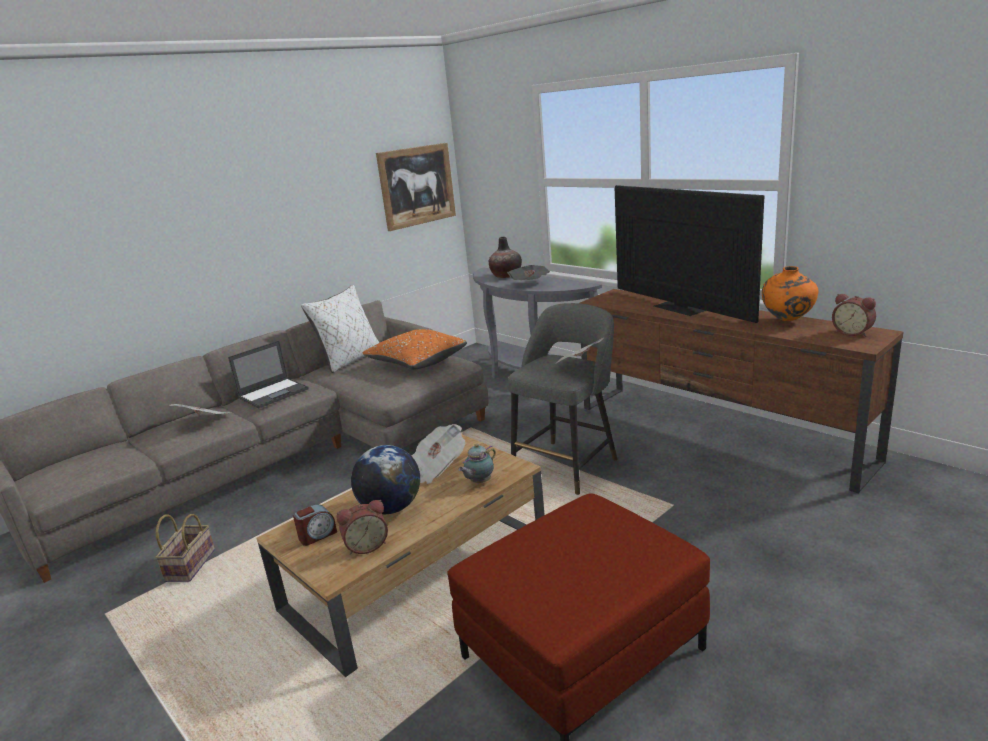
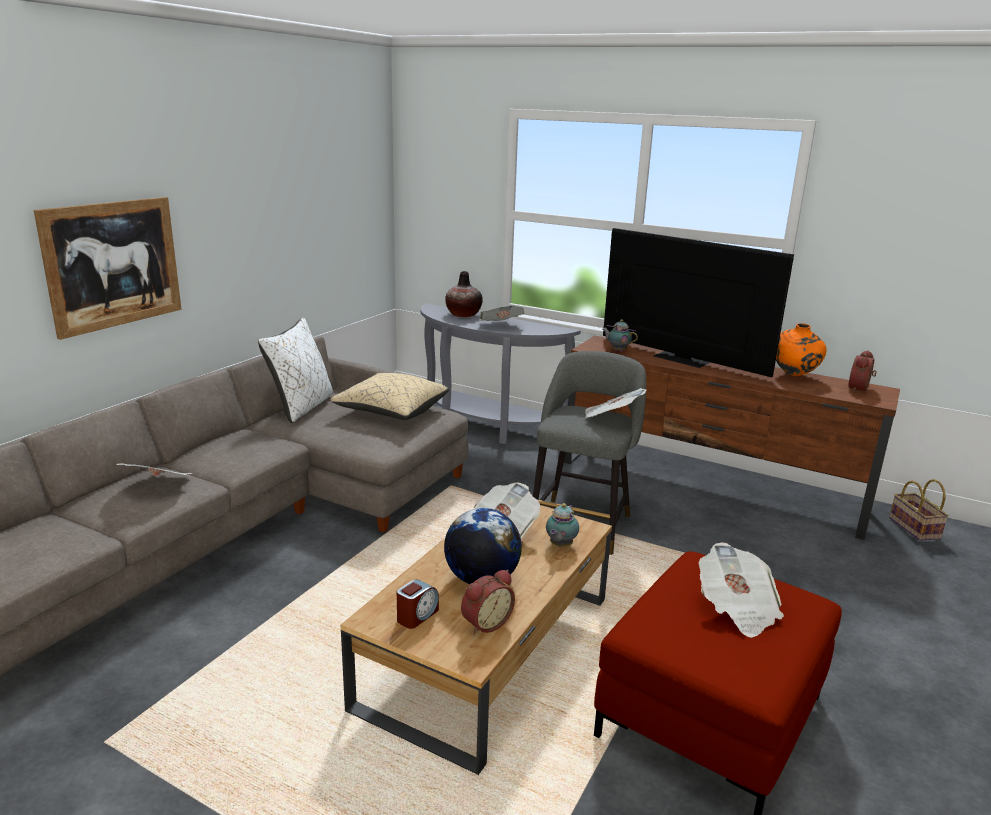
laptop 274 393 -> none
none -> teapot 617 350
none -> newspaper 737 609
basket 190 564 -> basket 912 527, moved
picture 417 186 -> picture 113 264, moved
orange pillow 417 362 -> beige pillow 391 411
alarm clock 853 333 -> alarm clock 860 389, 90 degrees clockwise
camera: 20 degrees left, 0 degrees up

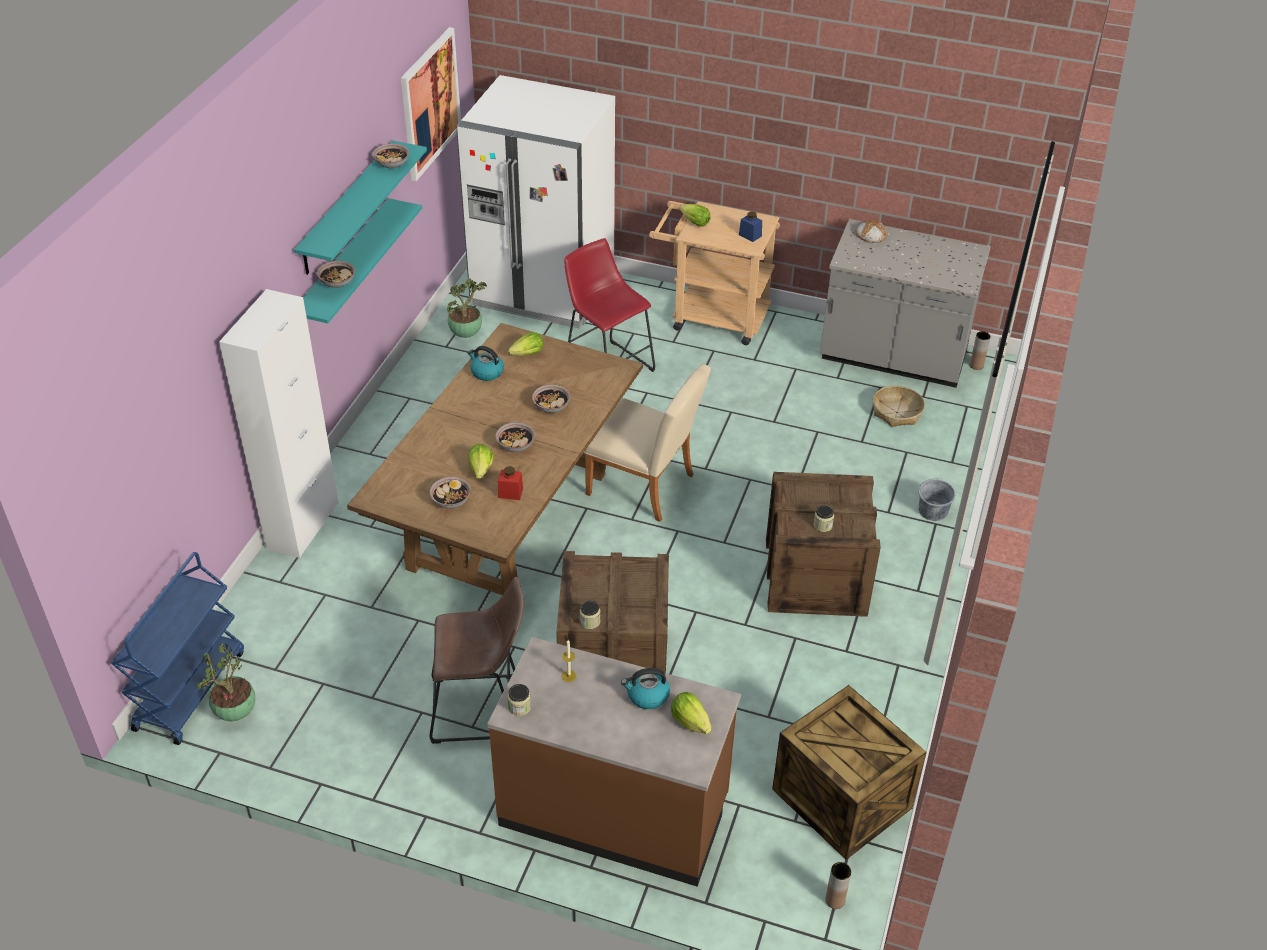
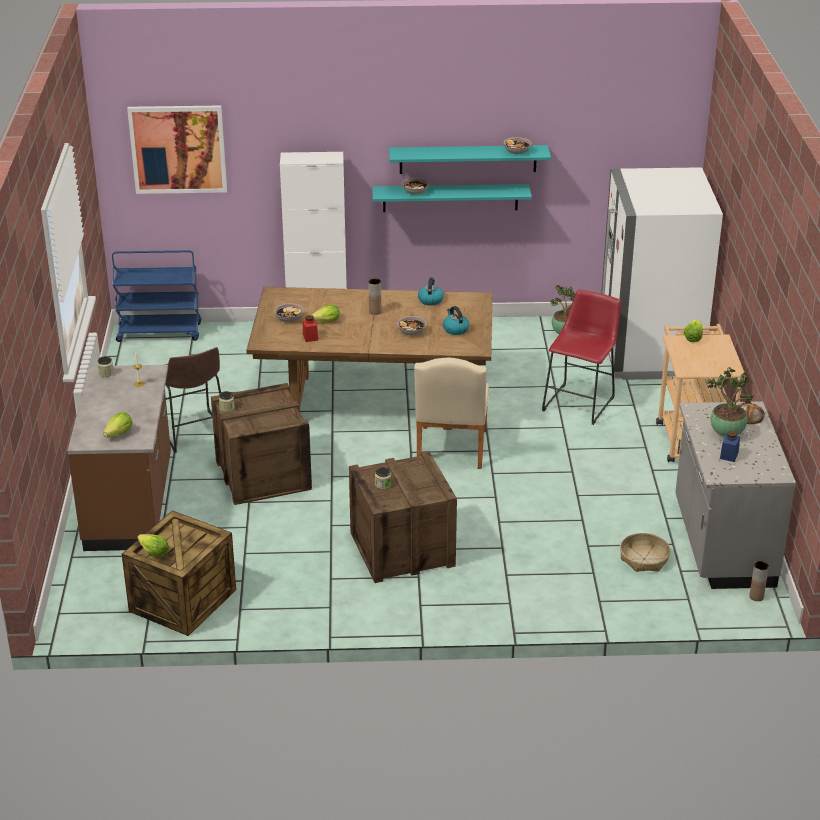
bowl 515 445 -> none
grey bucket 933 511 -> none
potted plant 235 713 -> potted plant 725 434, moved
picture 430 103 -> picture 178 149, moved
lettuce 527 354 -> lettuce 153 552, moved
kettle 647 696 -> kettle 455 329, moved
blue jar 750 235 -> blue jar 729 455, moved
brown vase 835 900 -> brown vase 375 311, moved
camera: 70 degrees right, 10 degrees down

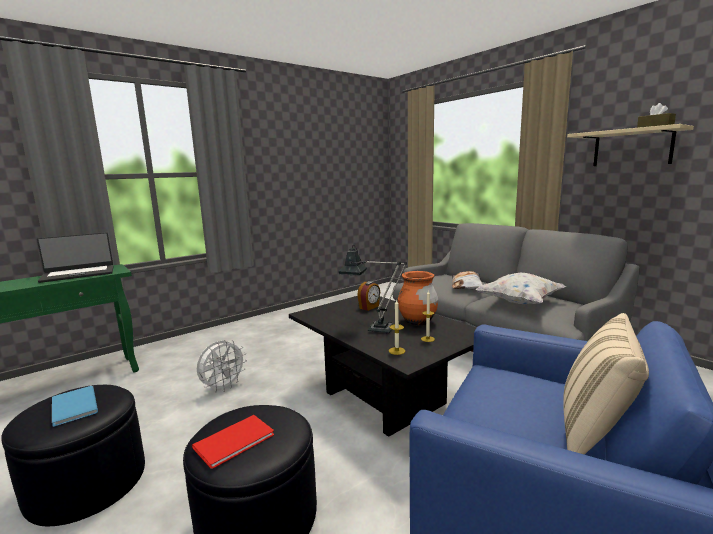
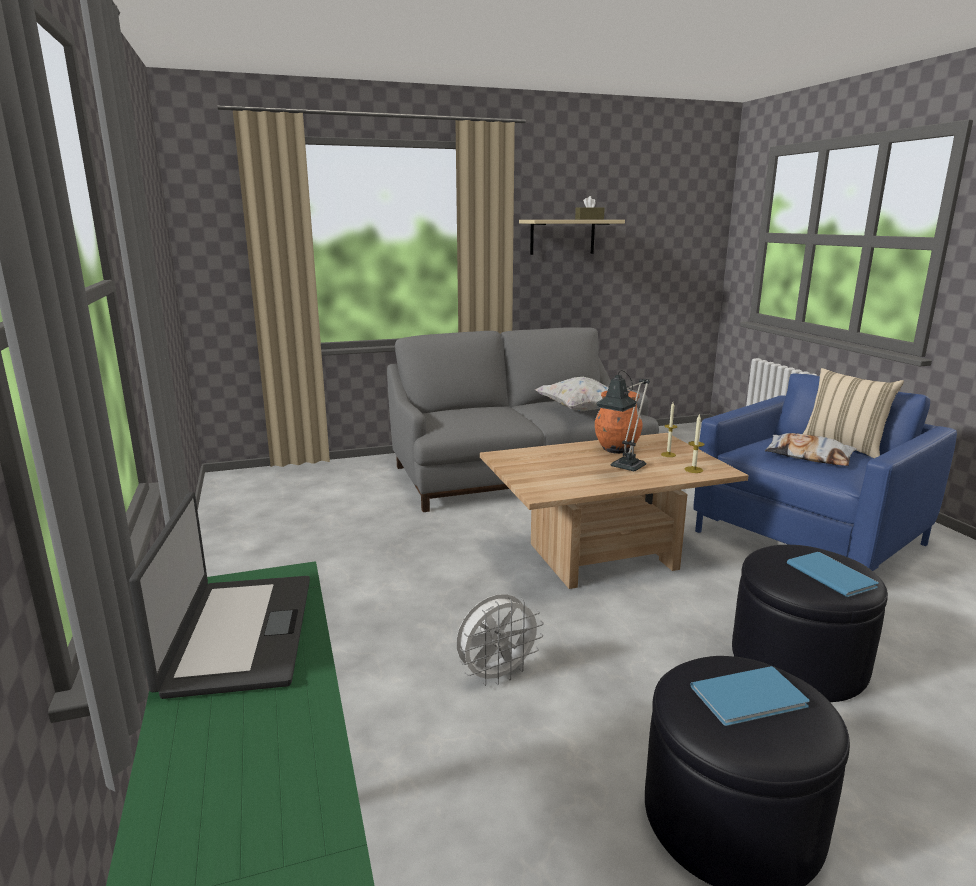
alarm clock 369 307 -> none
pillow 467 285 -> pillow 808 456, moved
red book 237 441 -> blue book 830 574
black coffee table 384 398 -> beige coffee table 602 556
white fan 223 387 -> white fan 497 675, 90 degrees clockwise
camera: 70 degrees left, 5 degrees up

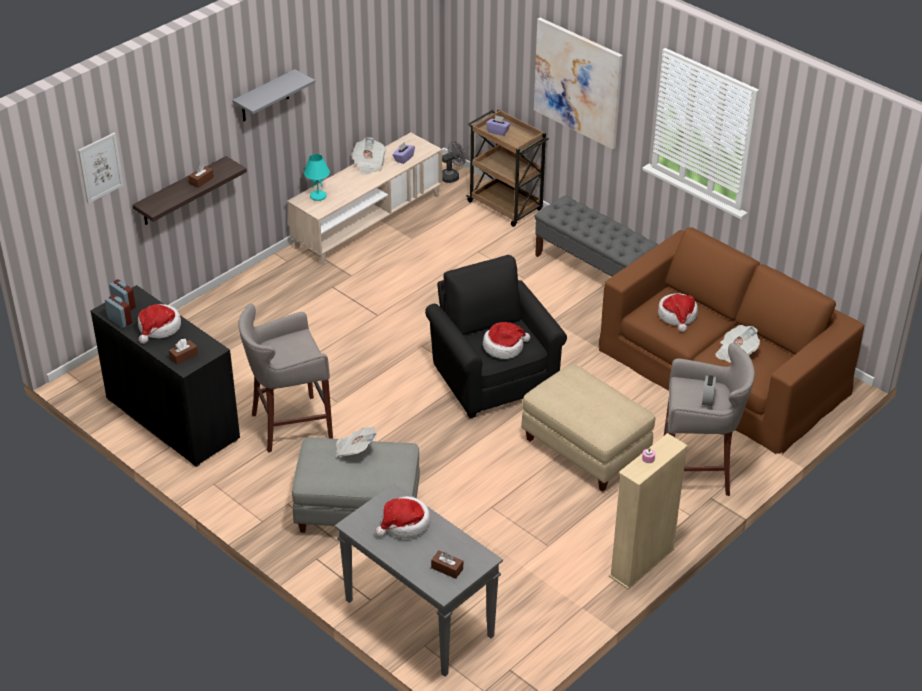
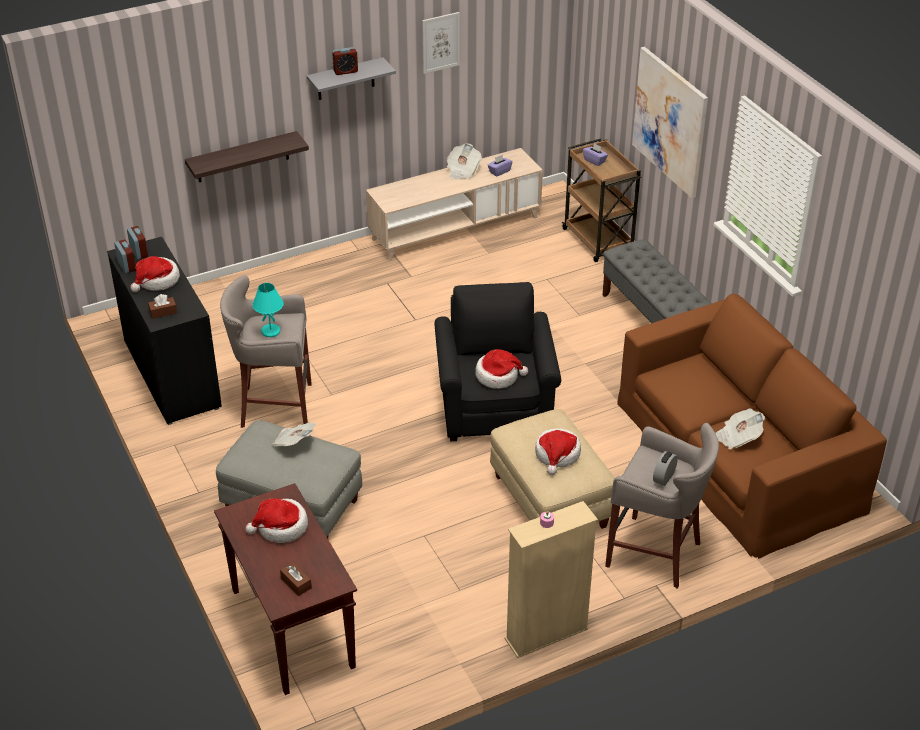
brown tissue box 201 180 -> none
grey fan 452 176 -> none
none -> alarm clock 345 71
picture 100 167 -> picture 440 42, moved
turquoise table lamp 318 196 -> turquoise table lamp 271 331, moved
hat 677 316 -> hat 557 455, moved
grey console table 417 618 -> brown console table 291 628
camera: 20 degrees right, 0 degrees up

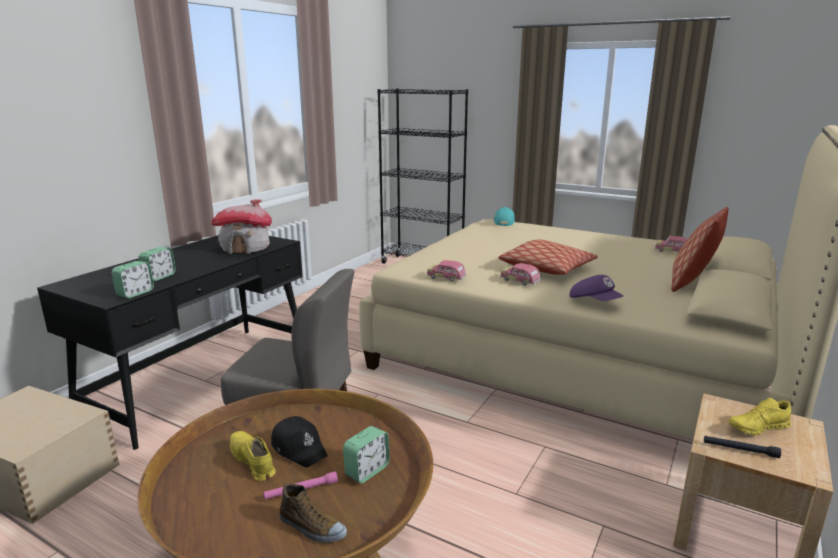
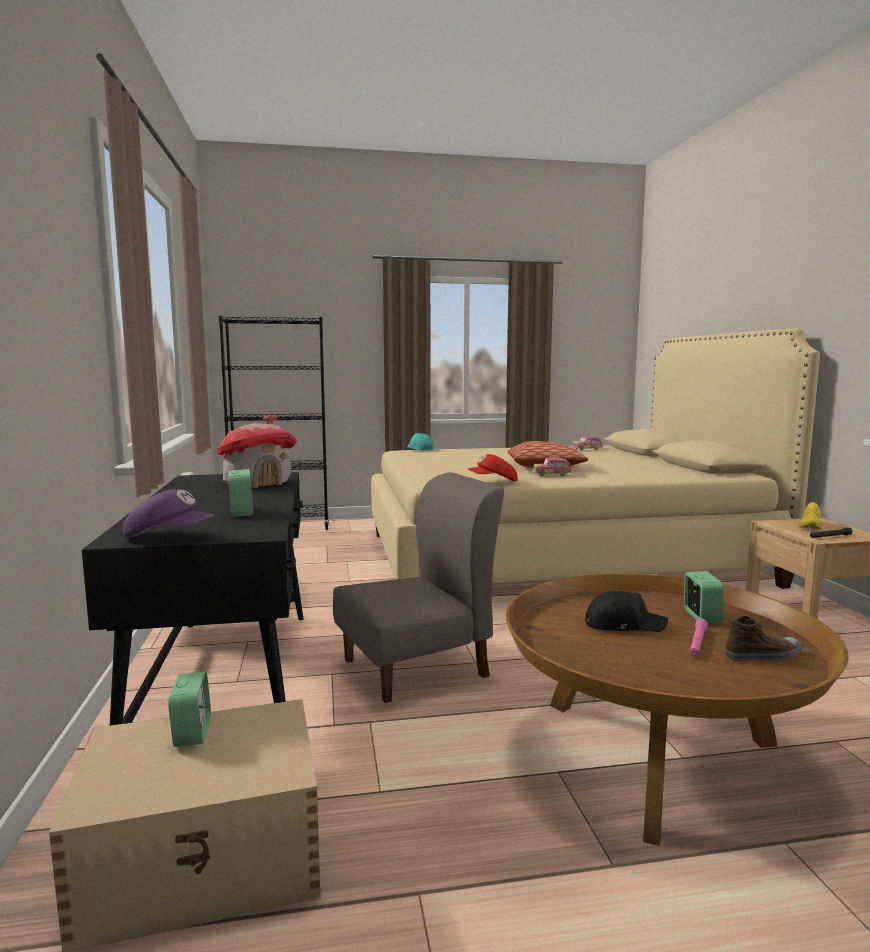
yellow shoe 252 461 -> none
pillow 692 283 -> none
alarm clock 135 293 -> alarm clock 192 733, moved
purple cap 595 302 -> purple cap 170 537, moved
toy car 446 278 -> red cap 493 481
camera: 40 degrees left, 10 degrees down

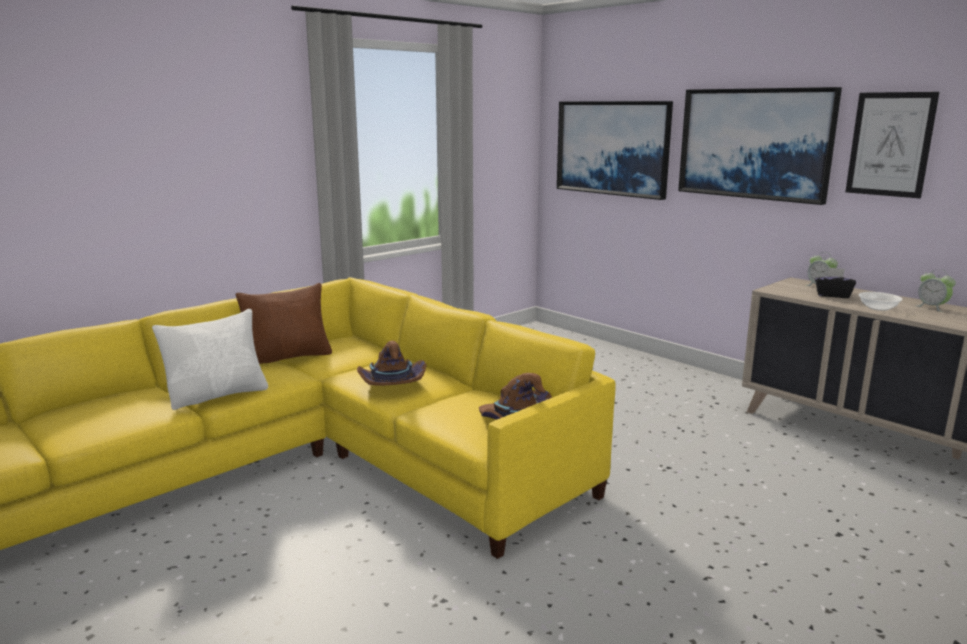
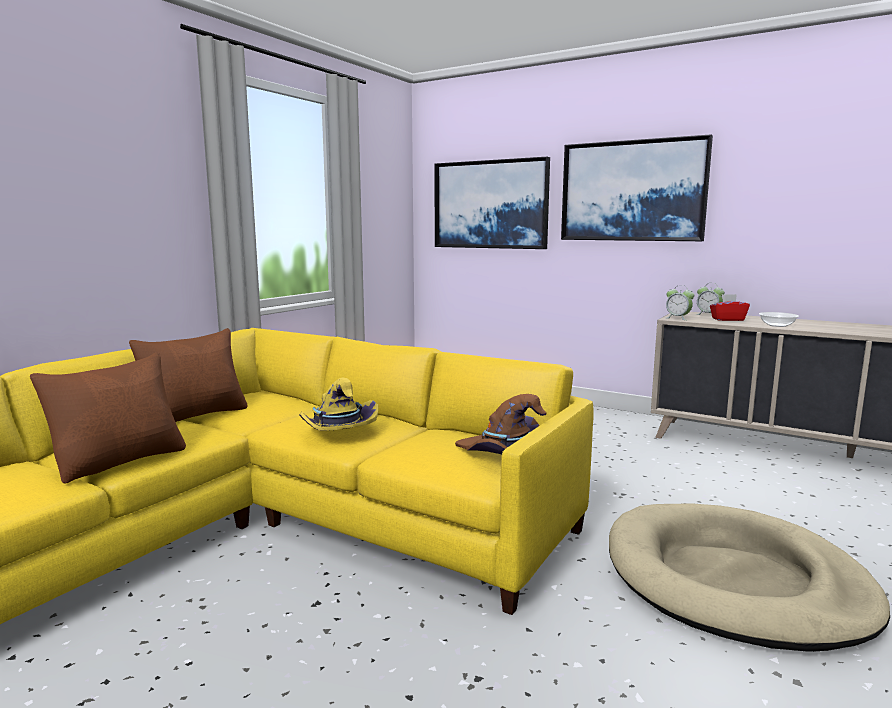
picture 890 144 -> none
none -> beige dog bed 734 581
alarm clock 932 307 -> alarm clock 678 318, moved
white pillow 218 395 -> brown pillow 121 461
brown hat 391 384 -> yellow hat 337 431
black tissue box 832 295 -> red tissue box 727 319
camera: 15 degrees left, 5 degrees down

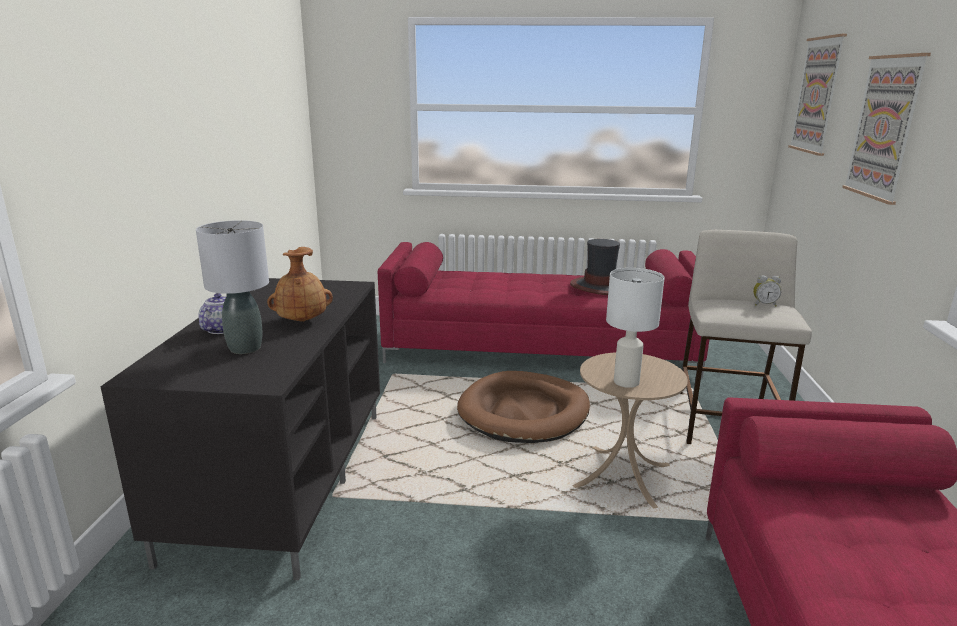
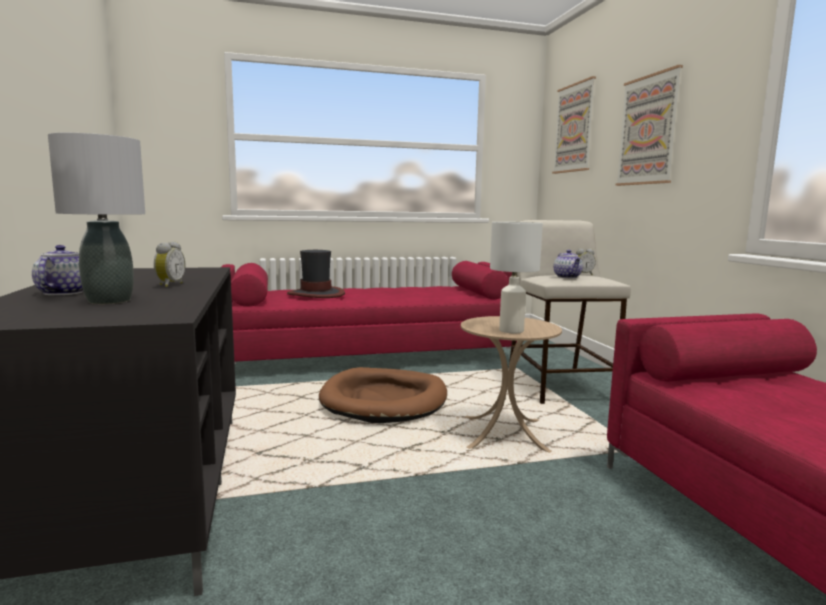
none -> teapot 567 277
hat 600 286 -> hat 316 294, moved
brown vase 302 320 -> alarm clock 169 285
camera: 20 degrees left, 10 degrees down

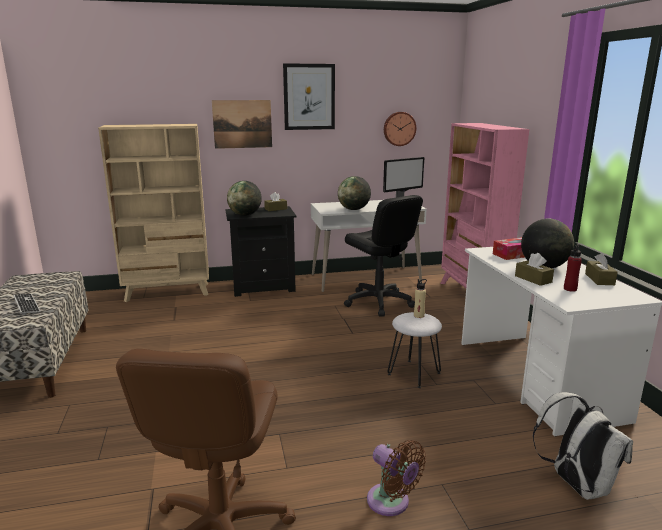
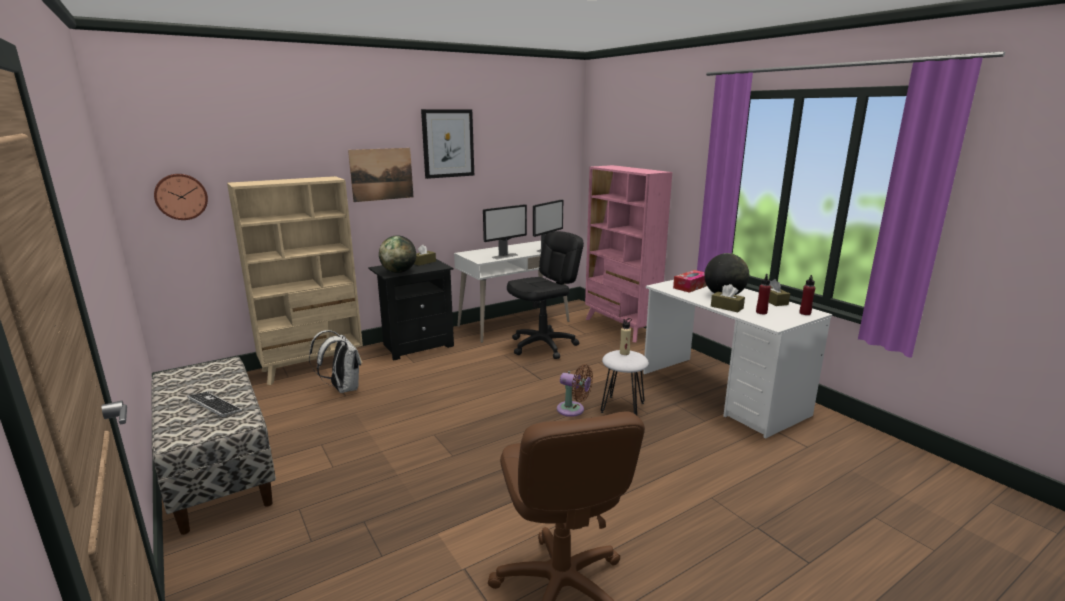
none -> red bottle 805 313
brown fan 391 503 -> brown fan 573 410, moved
wall clock 399 128 -> wall clock 181 196, moved
white backpack 575 484 -> white backpack 342 388, moved
globe 354 209 -> monitor 505 256
black office chair 378 302 -> black office chair 543 346, 75 degrees counterclockwise
camera: 20 degrees left, 0 degrees up

